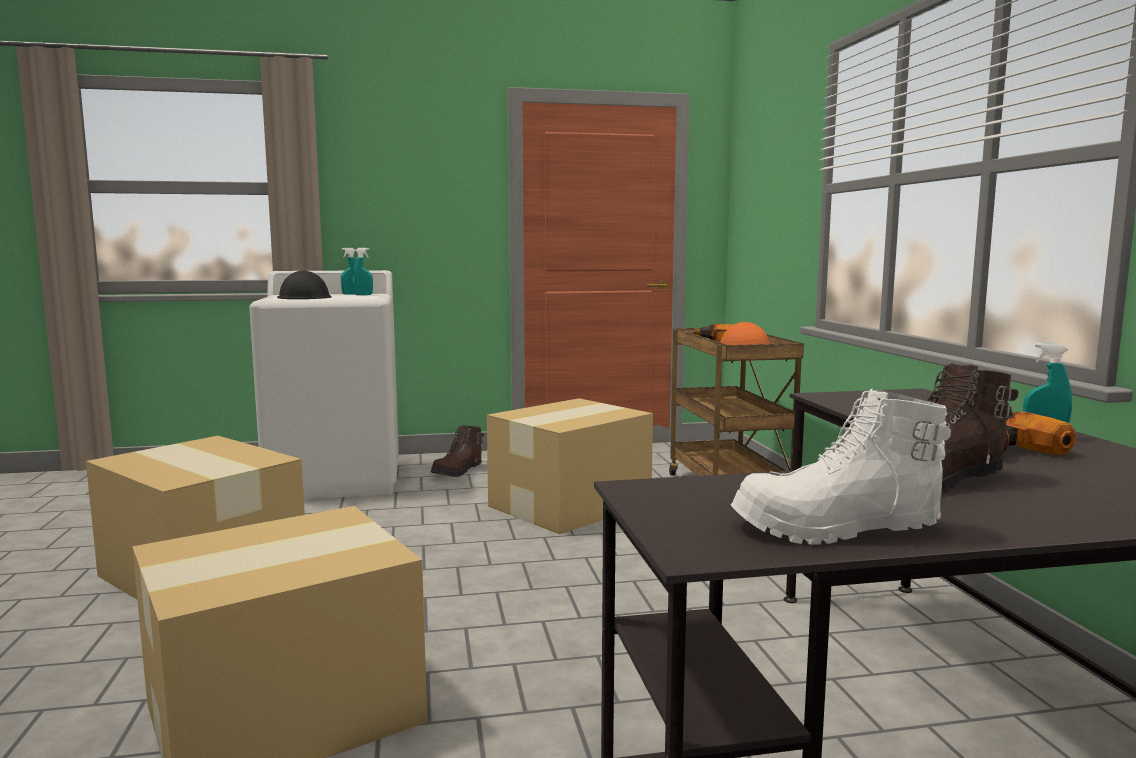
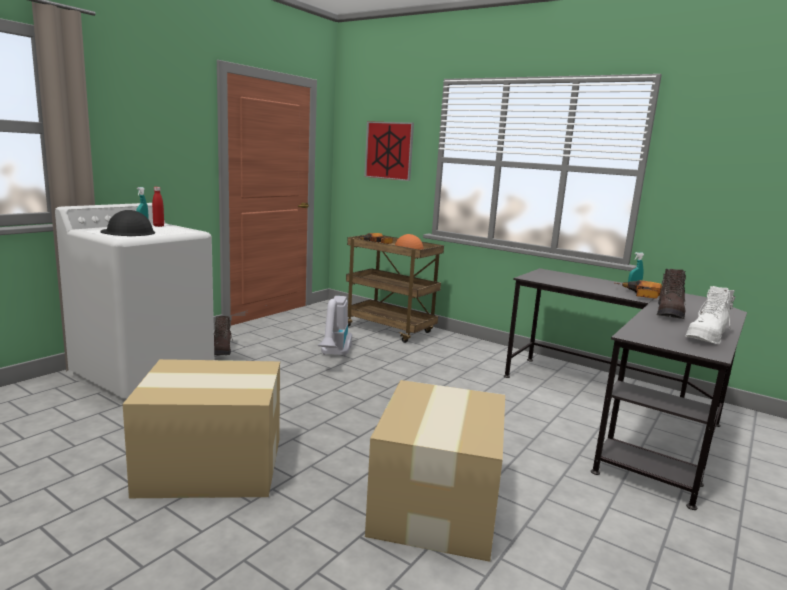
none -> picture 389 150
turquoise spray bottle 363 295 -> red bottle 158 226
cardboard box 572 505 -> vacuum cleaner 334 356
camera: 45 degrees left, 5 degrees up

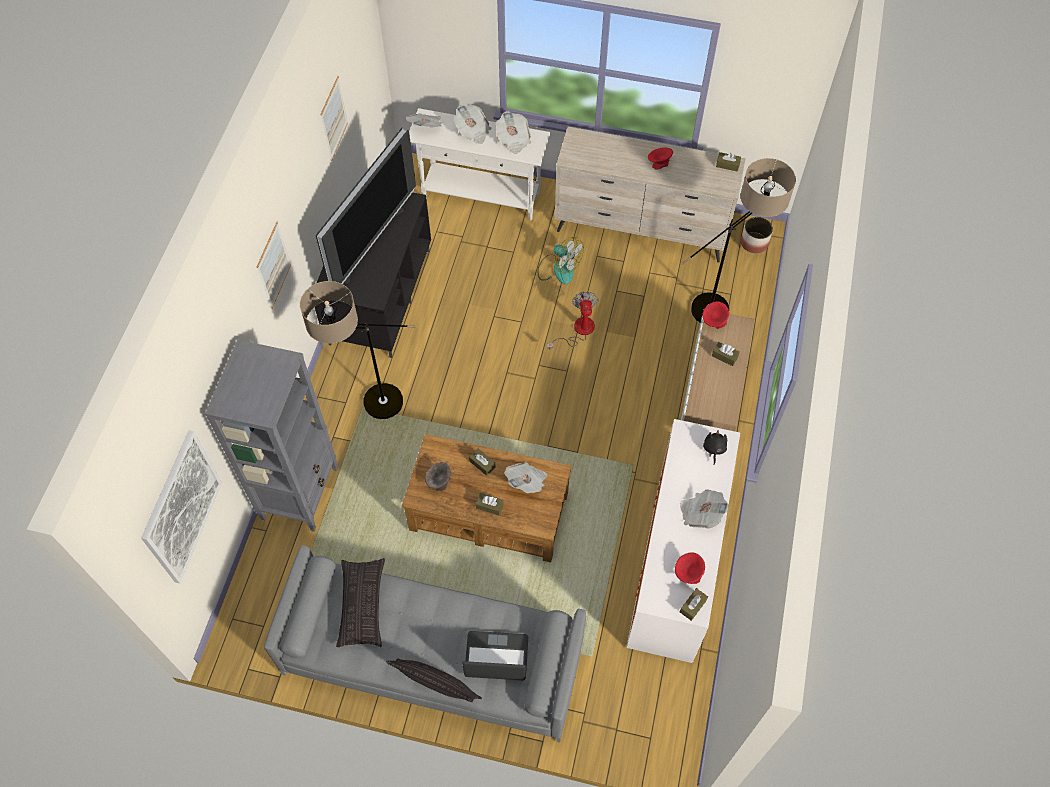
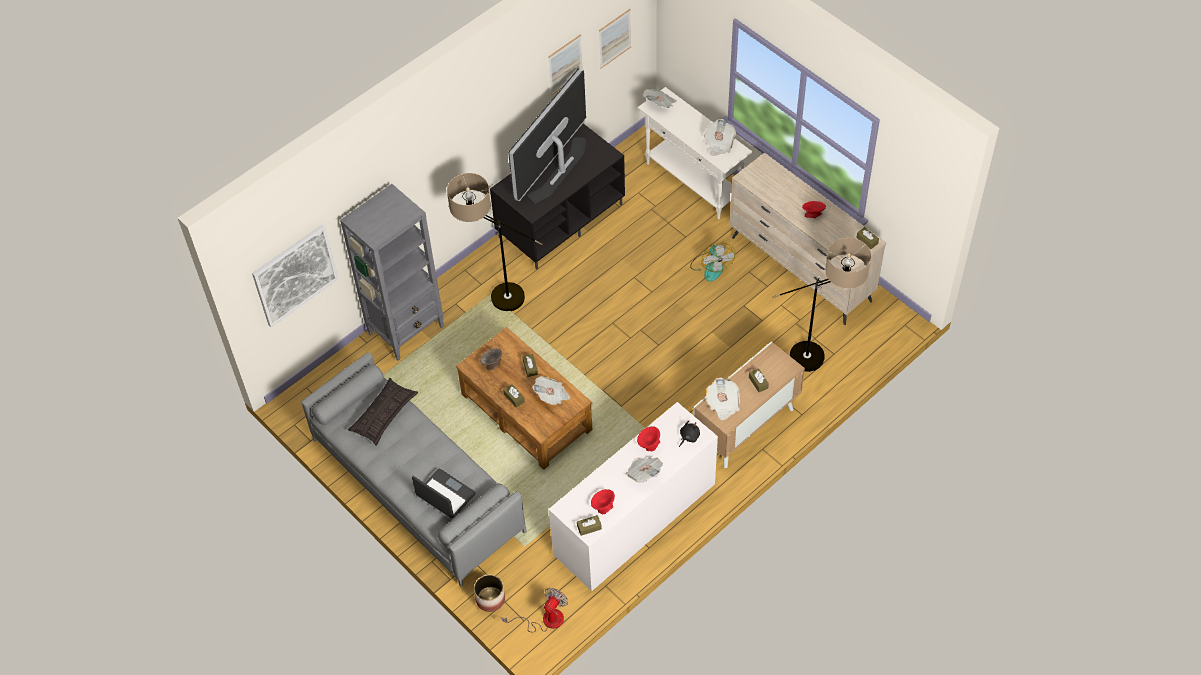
pillow 436 684 -> none
picture 273 265 -> picture 614 38, moved
newspaper 473 131 -> newspaper 723 404, moved
fan 578 331 -> fan 545 620, moved
red bowl 714 321 -> red bowl 649 444, moved
planter 754 243 -> planter 490 599, moved
television 368 242 -> television 557 170, 150 degrees clockwise
camera: 35 degrees right, 5 degrees down

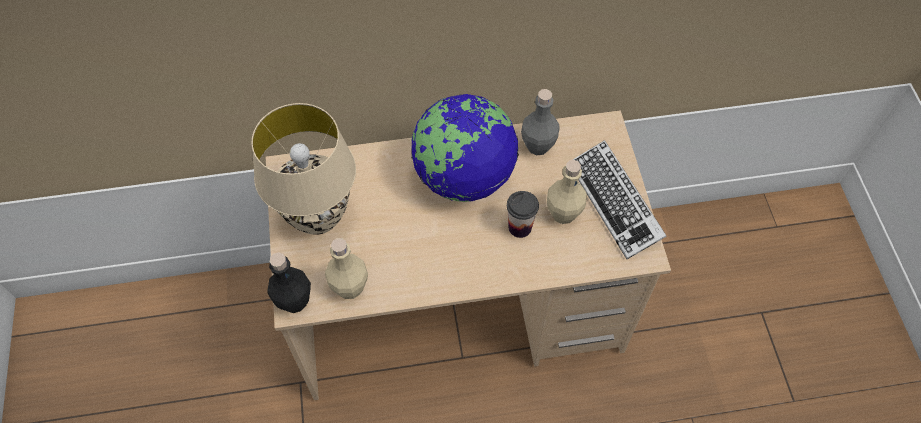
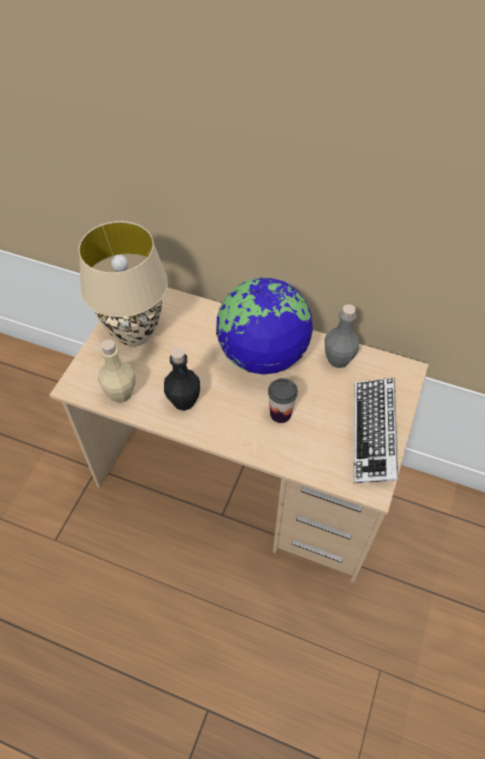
beige bottle 563 213 -> none
black bottle 294 301 -> black bottle 184 401, moved
camera: 30 degrees right, 5 degrees down

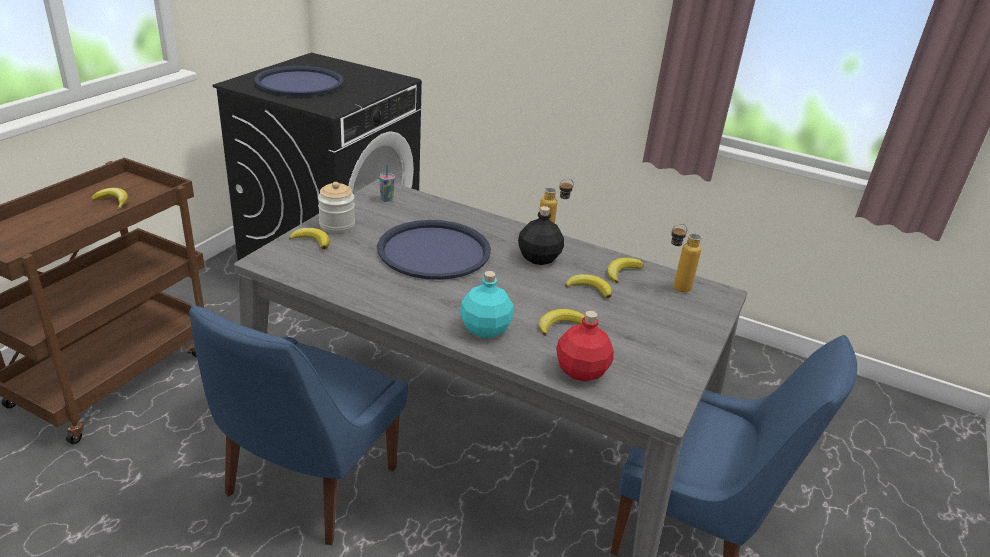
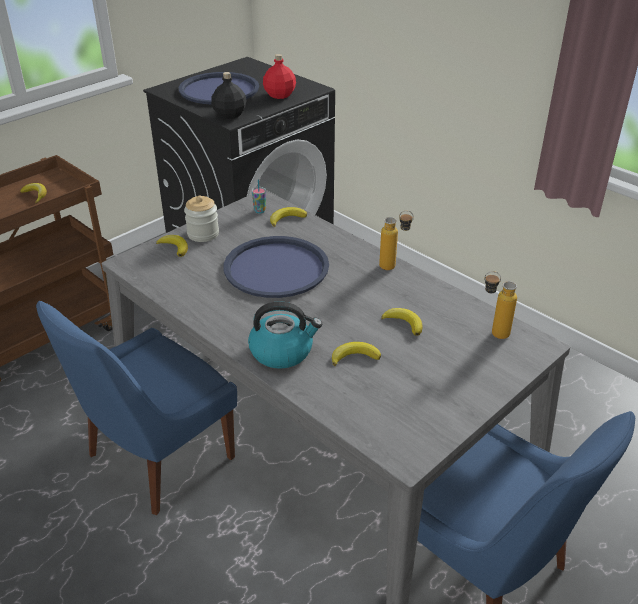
black bottle 538 258 -> black bottle 230 114, moved
red bottle 582 370 -> red bottle 280 95, moved
banana 622 272 -> banana 286 218, moved
turquoise bottle 484 329 -> kettle 282 351
camera: 20 degrees right, 5 degrees up

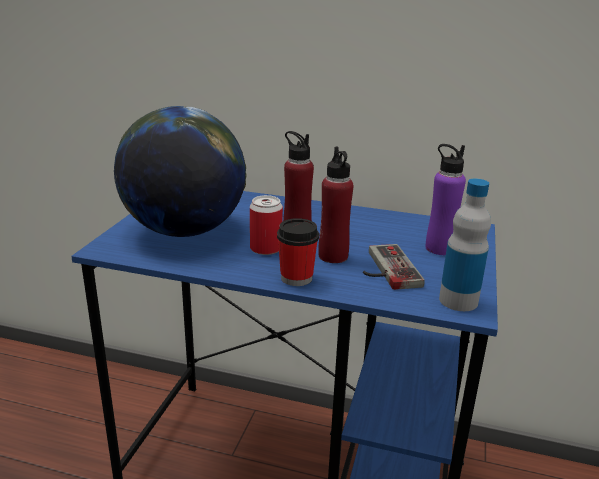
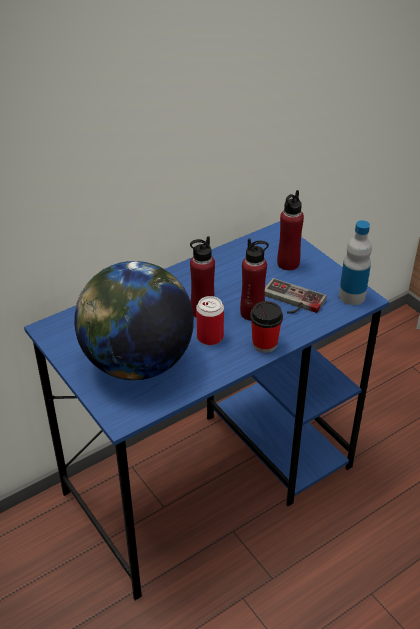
purple bottle 439 248 -> red bottle 288 263
camera: 50 degrees left, 15 degrees up

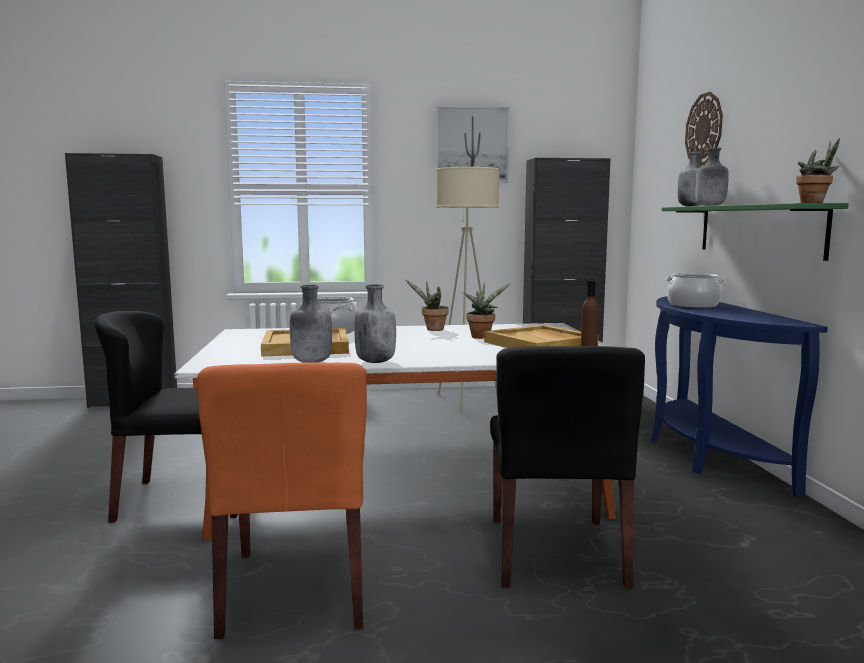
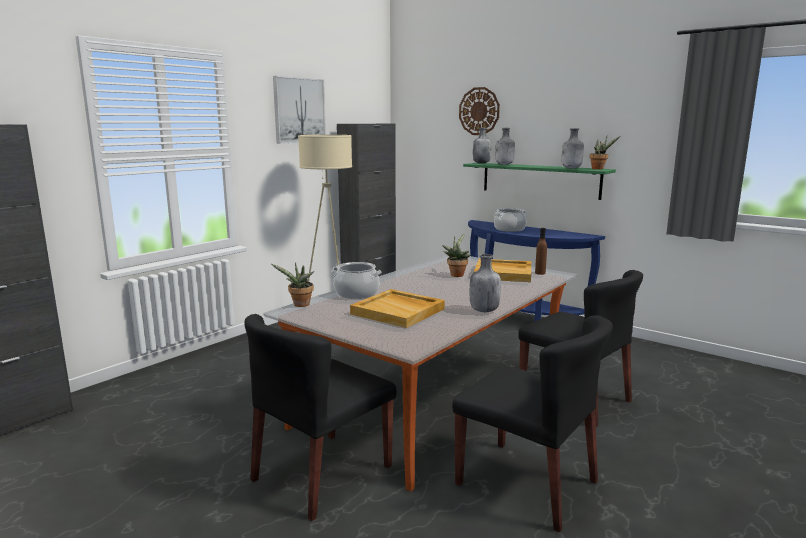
grey bottle 311 362 -> grey bottle 571 168, moved
potted plant 432 329 -> potted plant 300 305, moved
orange chair 296 589 -> black chair 527 483
camera: 45 degrees left, 5 degrees up

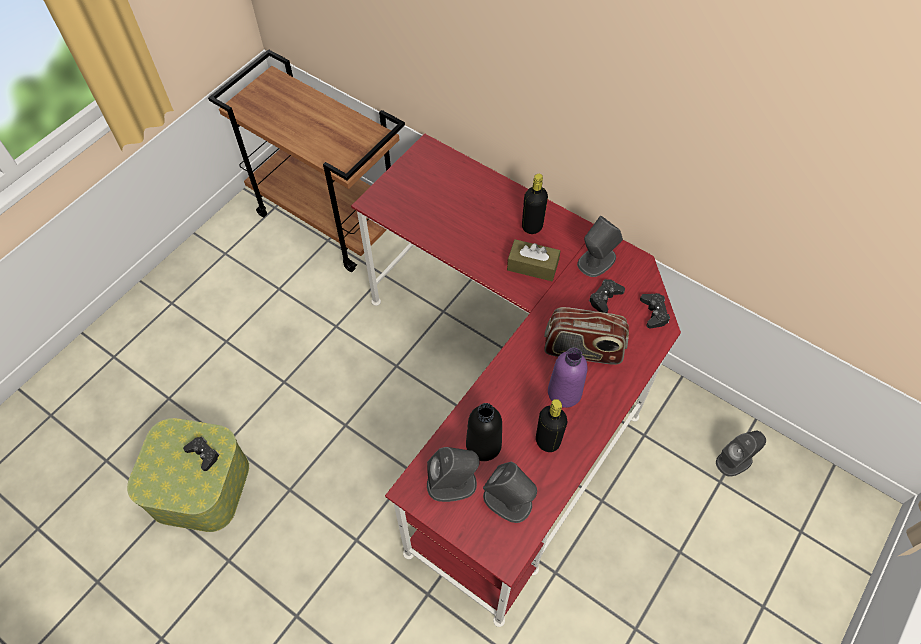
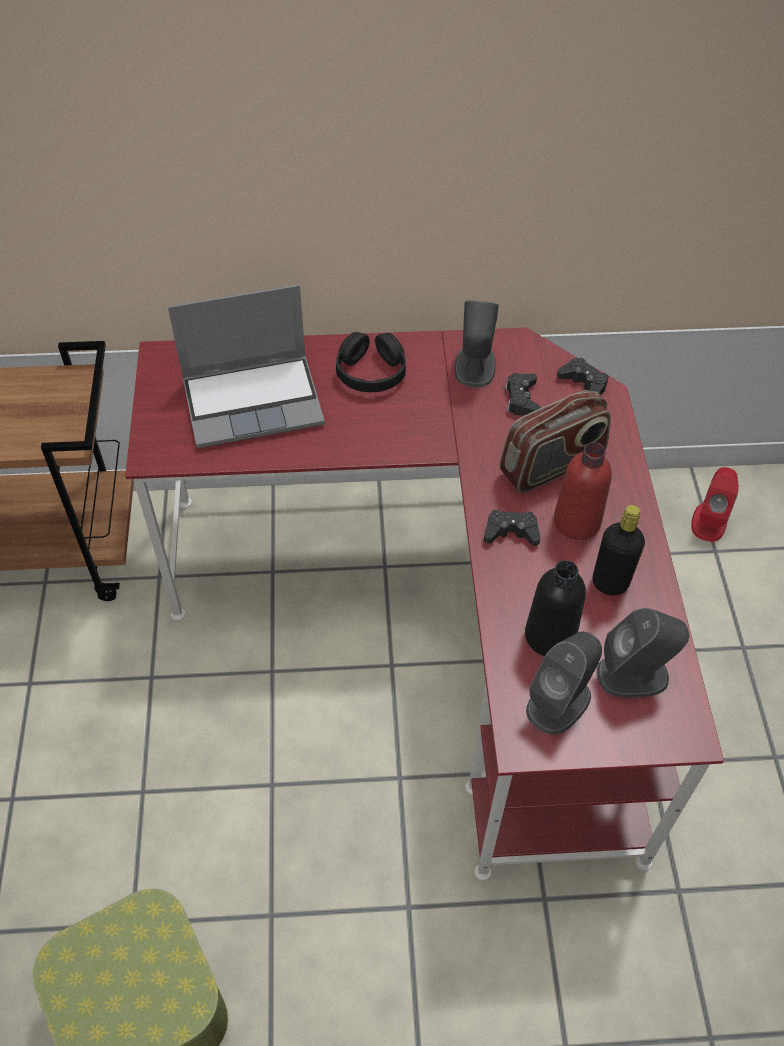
brown tissue box 532 266 -> none
none -> laptop 254 401
black game controller 203 454 -> black game controller 511 532, moved
black bottle 532 226 -> black headphones 371 371
purple bottle 564 392 -> red bottle 577 521
grey speaker 734 460 -> red speaker 709 521
camera: 40 degrees left, 5 degrees down

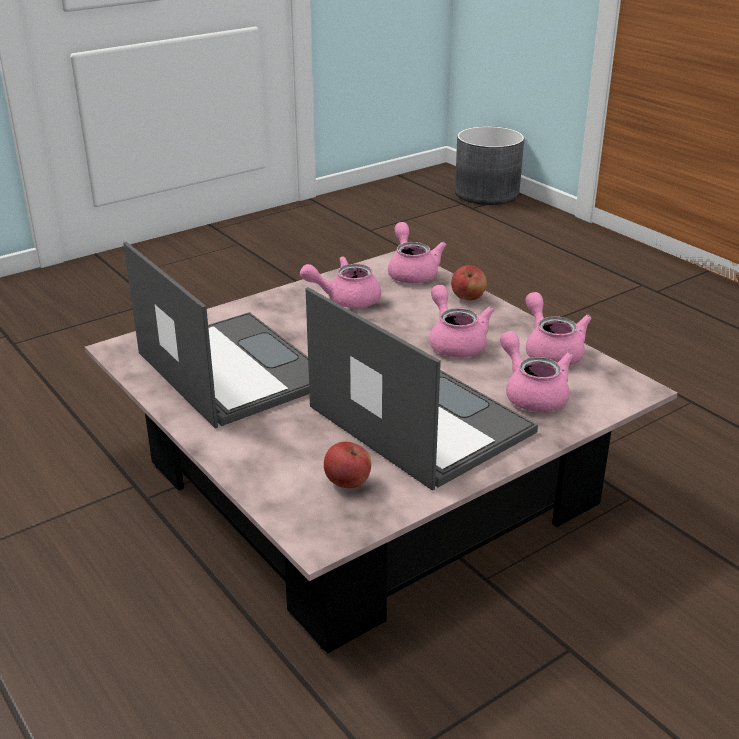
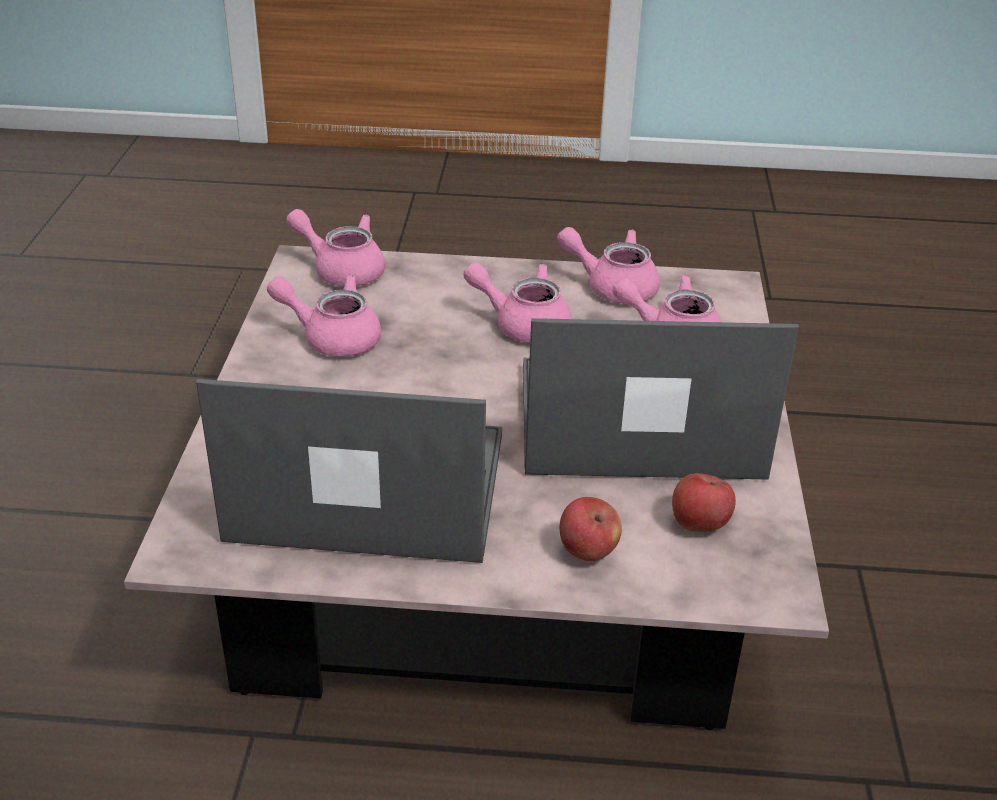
grey planter 487 194 -> none
apple 468 298 -> apple 587 551, moved
pink teapot 345 299 -> pink teapot 332 337, 75 degrees clockwise
camera: 50 degrees left, 5 degrees up

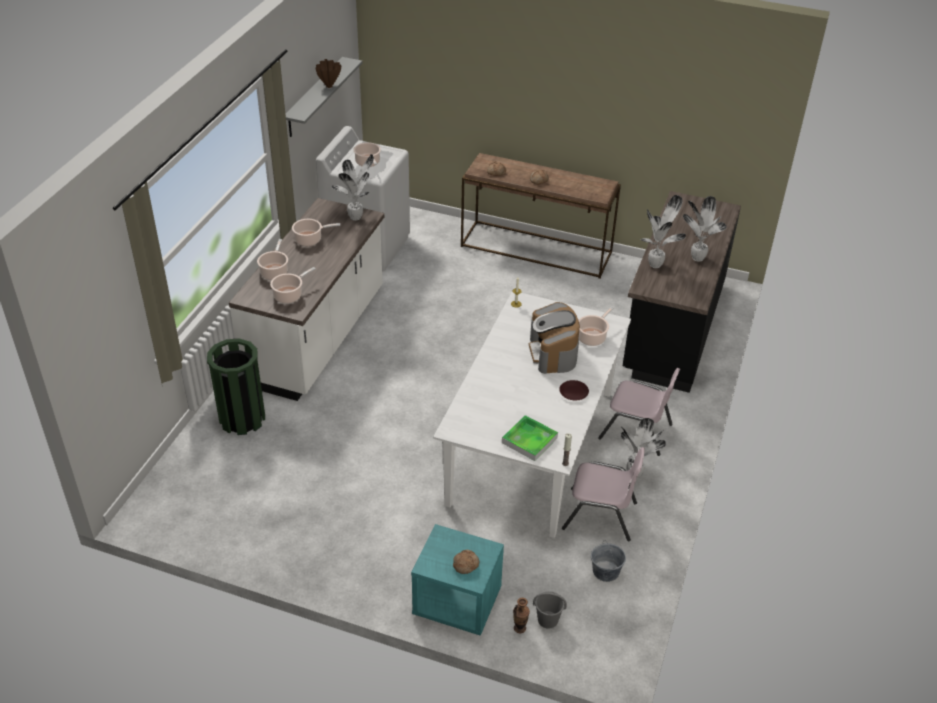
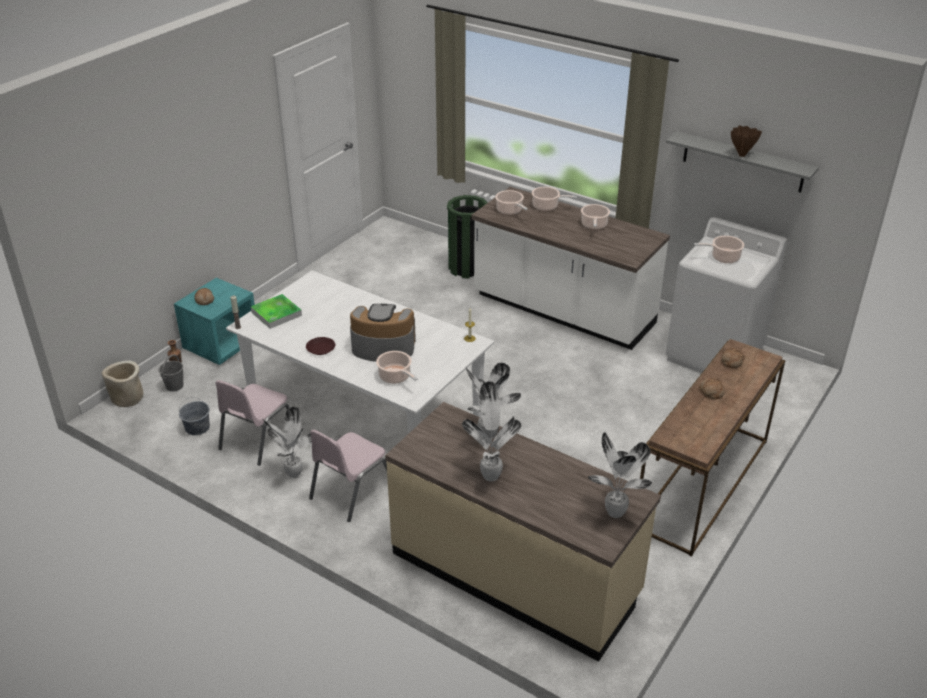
none -> beige planter 127 398
potted plant 357 217 -> potted plant 615 514, moved
black counter 672 328 -> beige counter 515 573
camera: 105 degrees right, 5 degrees down

